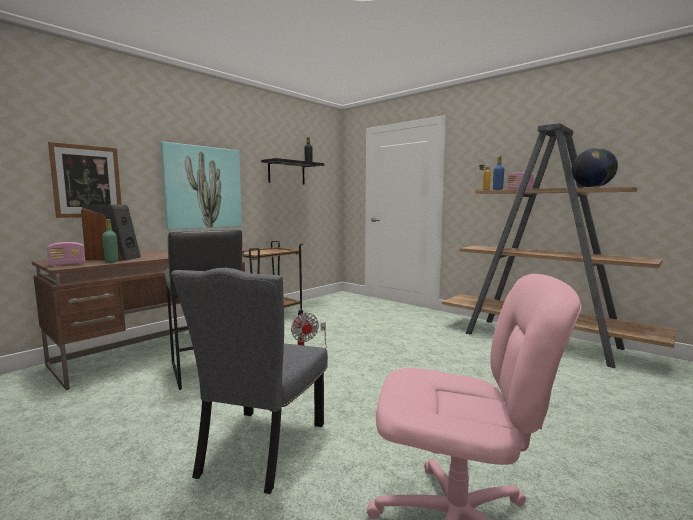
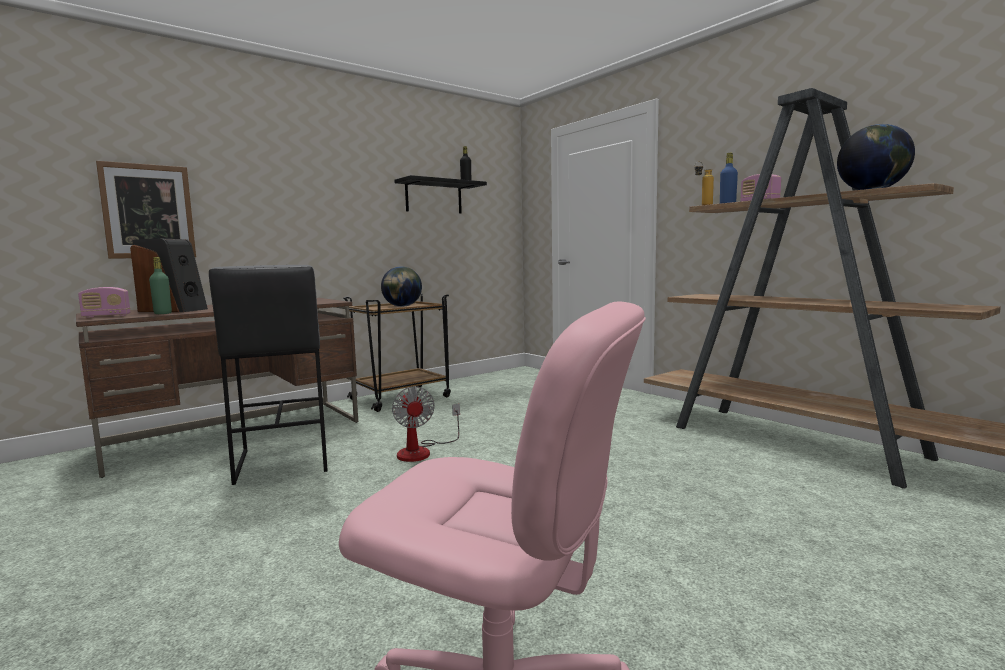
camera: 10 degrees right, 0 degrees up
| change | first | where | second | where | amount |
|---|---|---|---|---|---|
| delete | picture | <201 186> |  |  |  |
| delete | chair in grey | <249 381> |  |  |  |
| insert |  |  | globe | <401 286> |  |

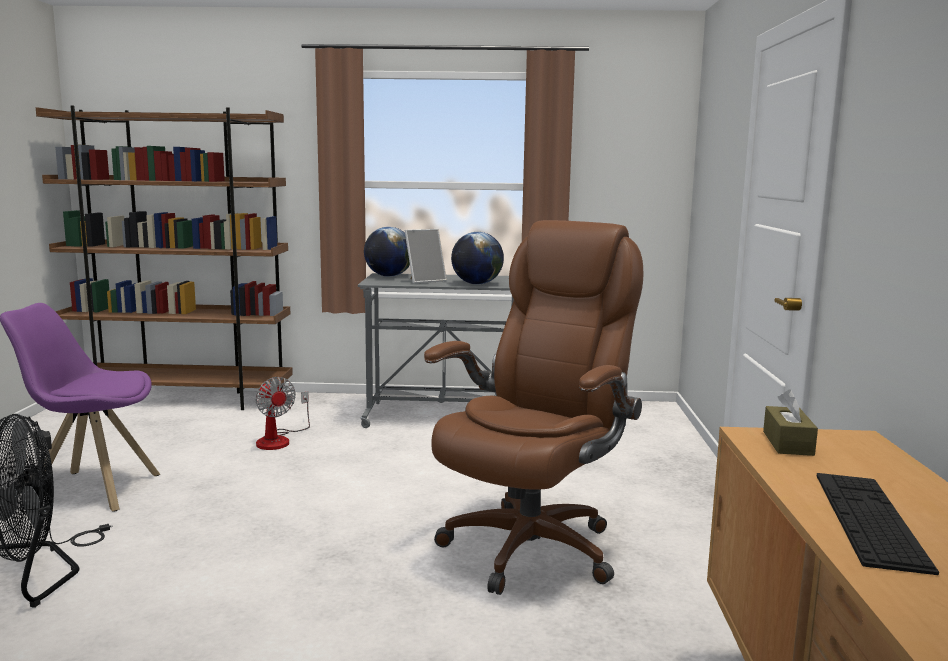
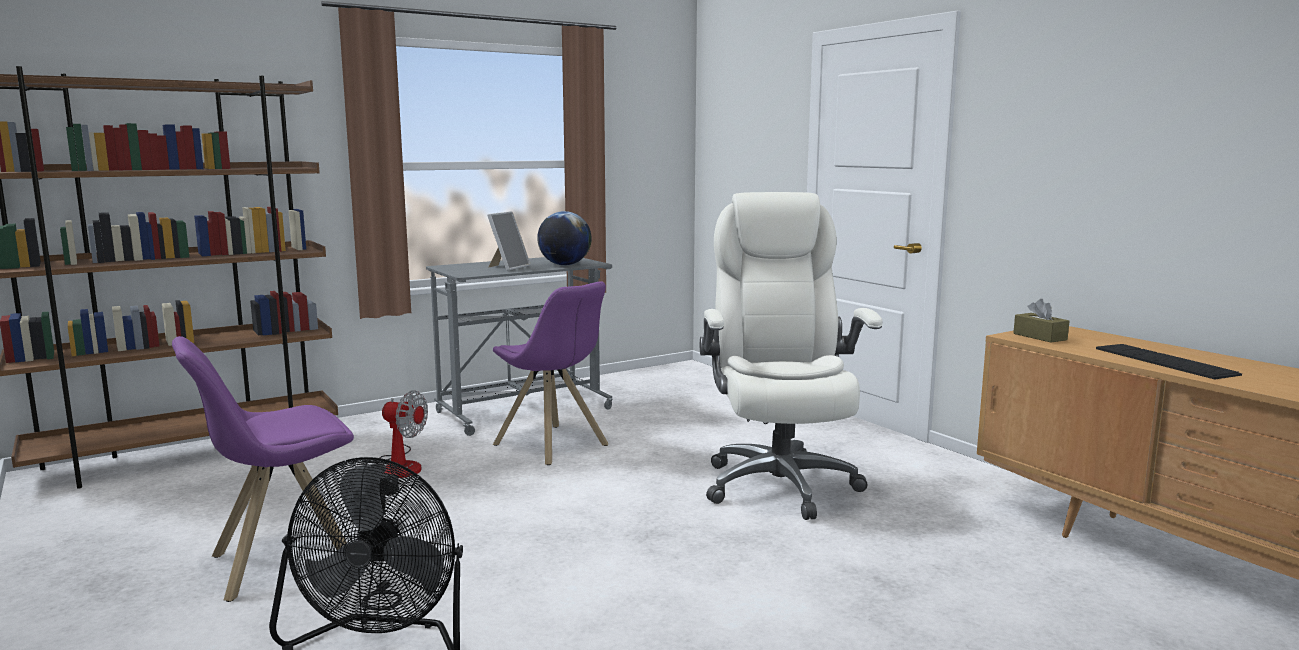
camera: 35 degrees left, 0 degrees up
| change | first | where | second | where | amount |
|---|---|---|---|---|---|
| delete | globe | <387 252> |  |  |  |
| recolor | office chair in brown | <533 407> | office chair in white | <791 356> |  |
| insert |  |  | chair in purple | <550 373> |  |

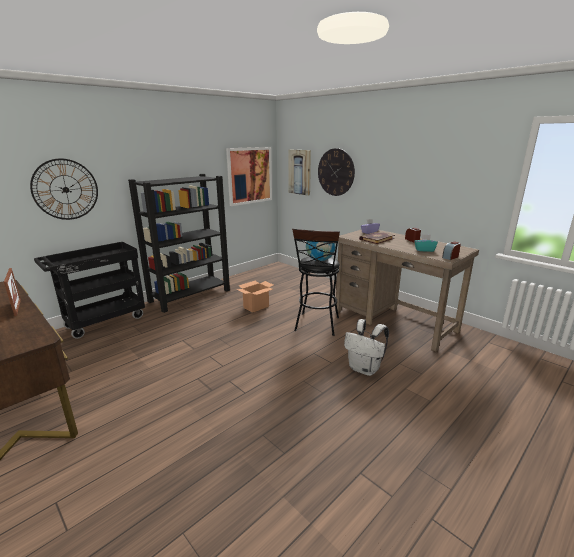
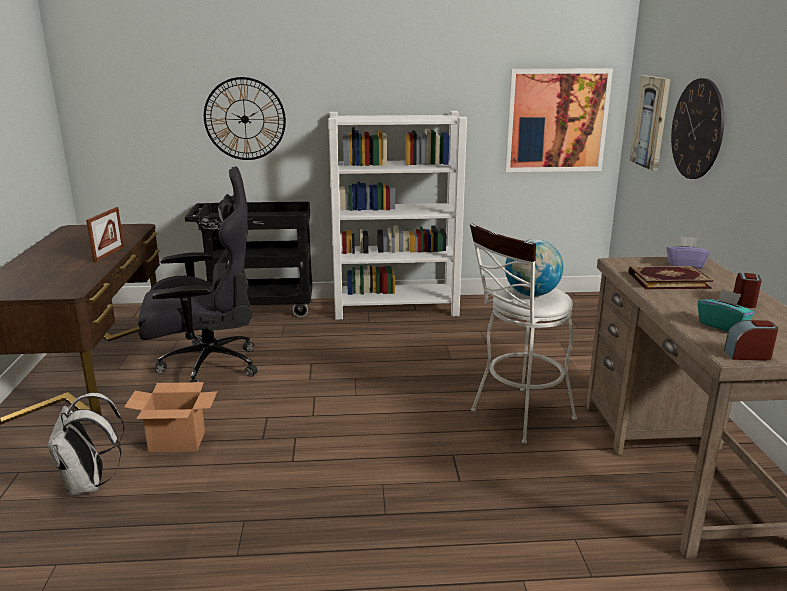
camera: 40 degrees right, 0 degrees up
| change | first | where | second | where | amount |
|---|---|---|---|---|---|
| recolor | bookcase in black | <179 243> | bookcase in white | <397 215> |  |
| move | cardboard box | <254 297> |  | <170 417> |  |
| recolor | stool in black | <316 282> | stool in white | <523 333> |  |
| move | backpack in white | <366 347> |  | <86 444> |  |
| insert |  |  | office chair in black | <198 274> |  |

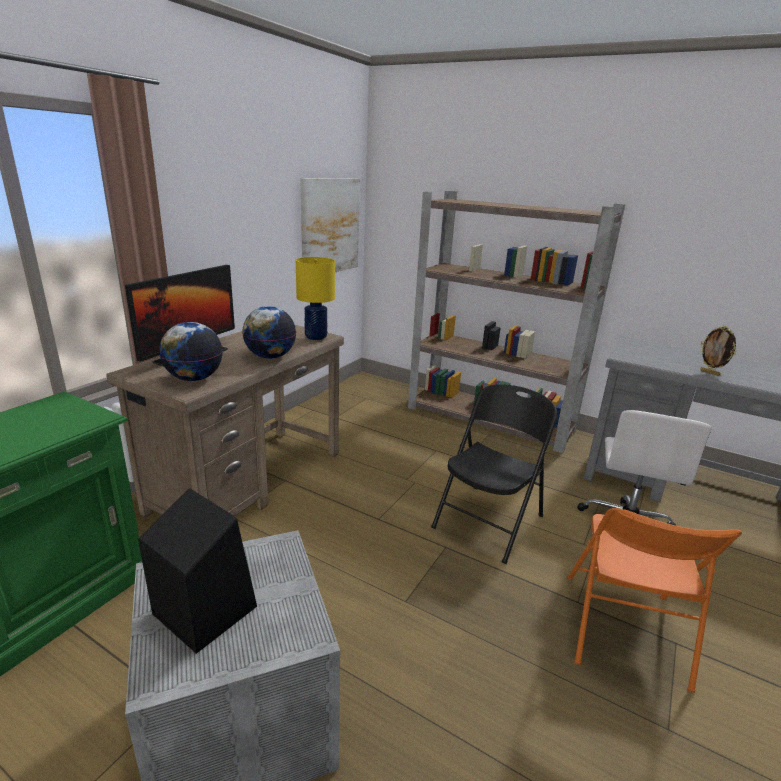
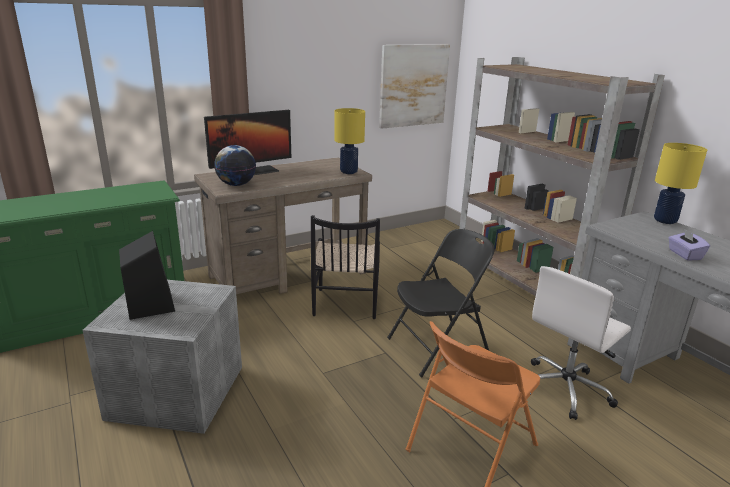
camera: 30 degrees right, 0 degrees up
| change | first | where | second | where | amount |
|---|---|---|---|---|---|
| delete | globe | <269 332> |  |  |  |
| replace | picture frame | <718 351> | tissue box in purple | <689 245> |  |
| insert |  |  | chair in black | <345 267> |  |
| insert |  |  | table lamp in yellow | <680 183> |  |

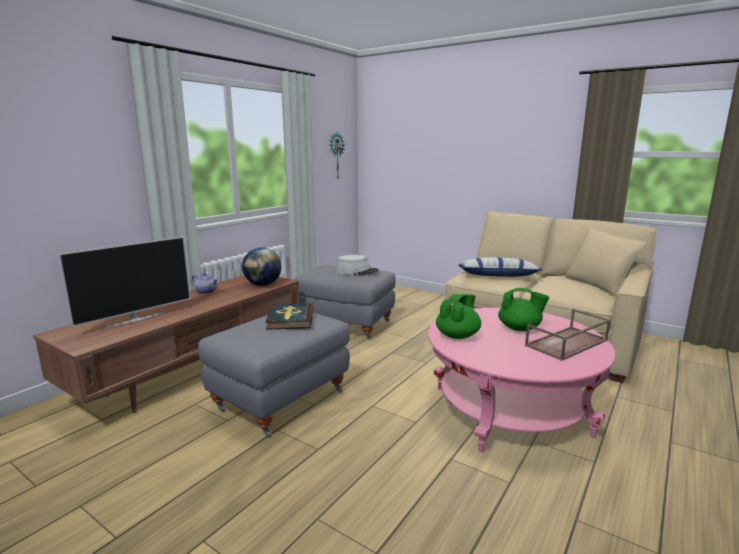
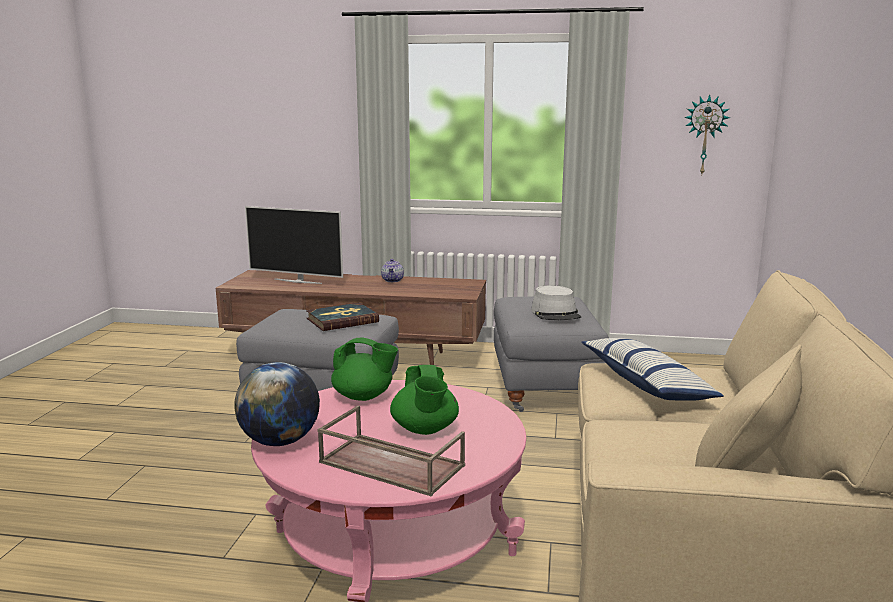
camera: 65 degrees right, 0 degrees up
| change | first | where | second | where | amount |
|---|---|---|---|---|---|
| move | globe | <262 266> |  | <277 404> |  |

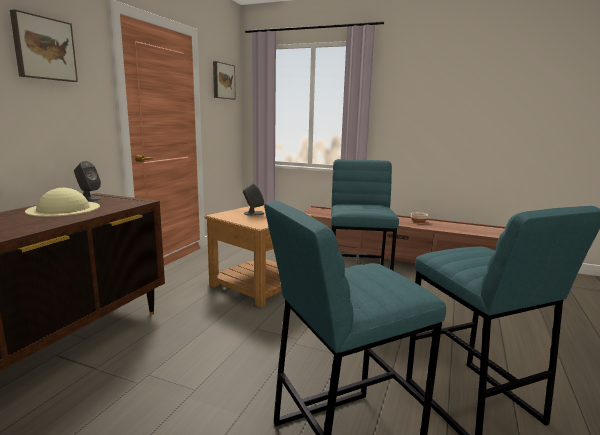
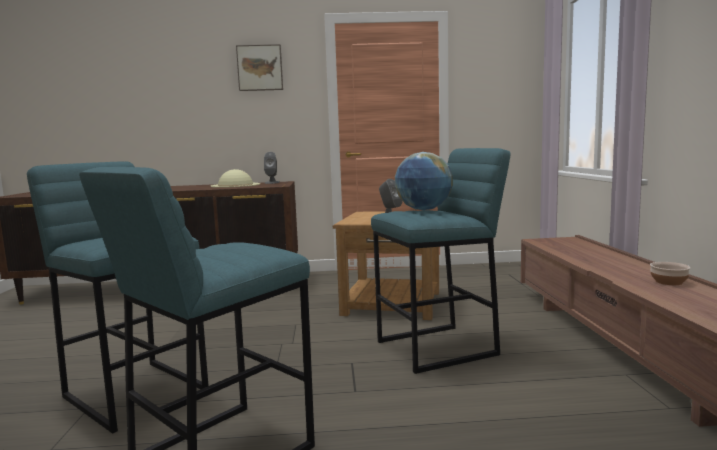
camera: 65 degrees right, 5 degrees down
| change | first | where | second | where | amount |
|---|---|---|---|---|---|
| delete | picture | <224 80> |  |  |  |
| insert |  |  | globe | <424 181> |  |

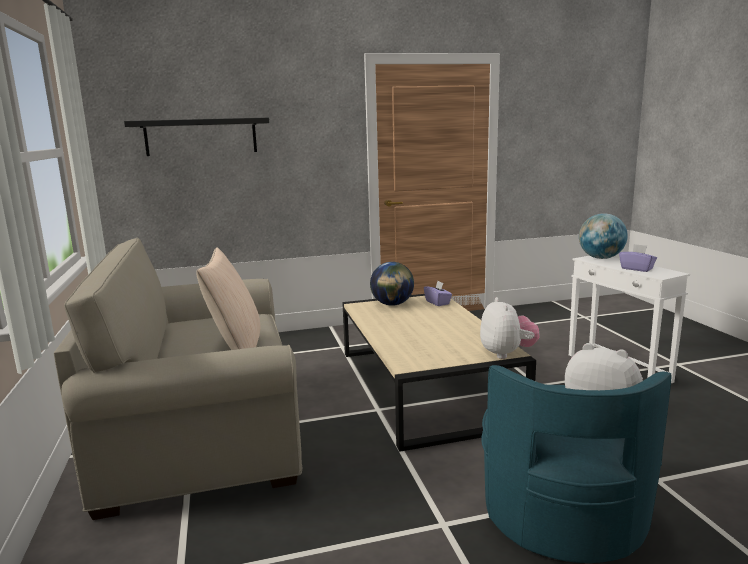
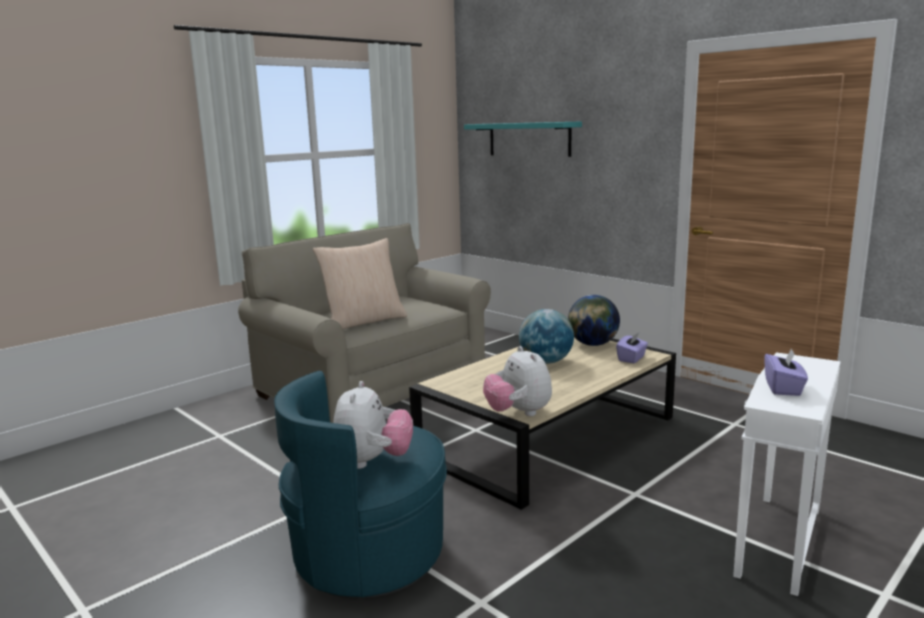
camera: 60 degrees right, 0 degrees up
| change | first | where | second | where | amount |
|---|---|---|---|---|---|
| recolor | shelf in black | <196 137> | shelf in turquoise | <523 139> |  |
| rotate | plush toy | <509 328> |  | <517 381> | 105 degrees clockwise |
| move | globe | <603 236> |  | <546 336> |  |

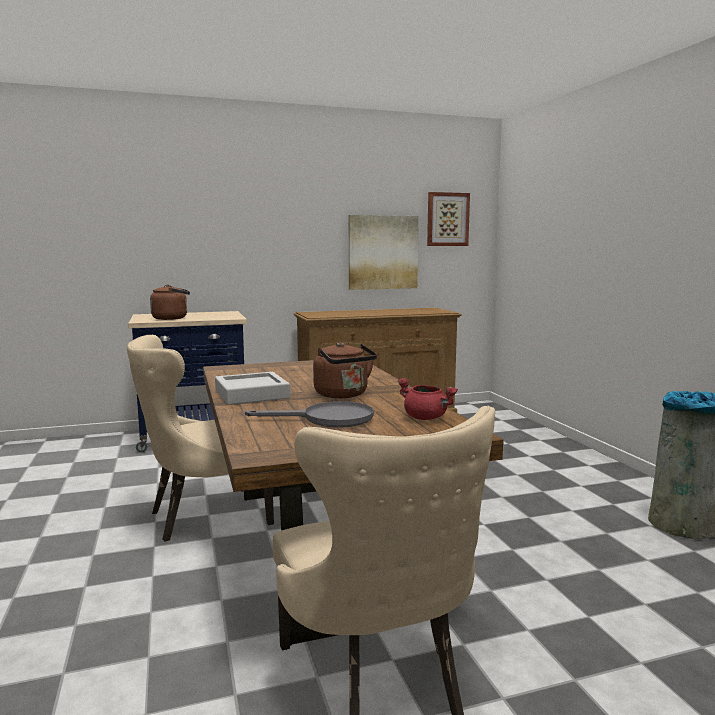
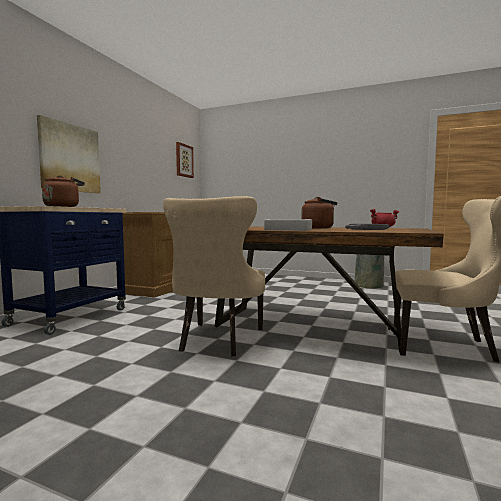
camera: 50 degrees left, 5 degrees down
| change | first | where | second | where | amount |
|---|---|---|---|---|---|
| move | picture | <384 252> |  | <69 154> |  |

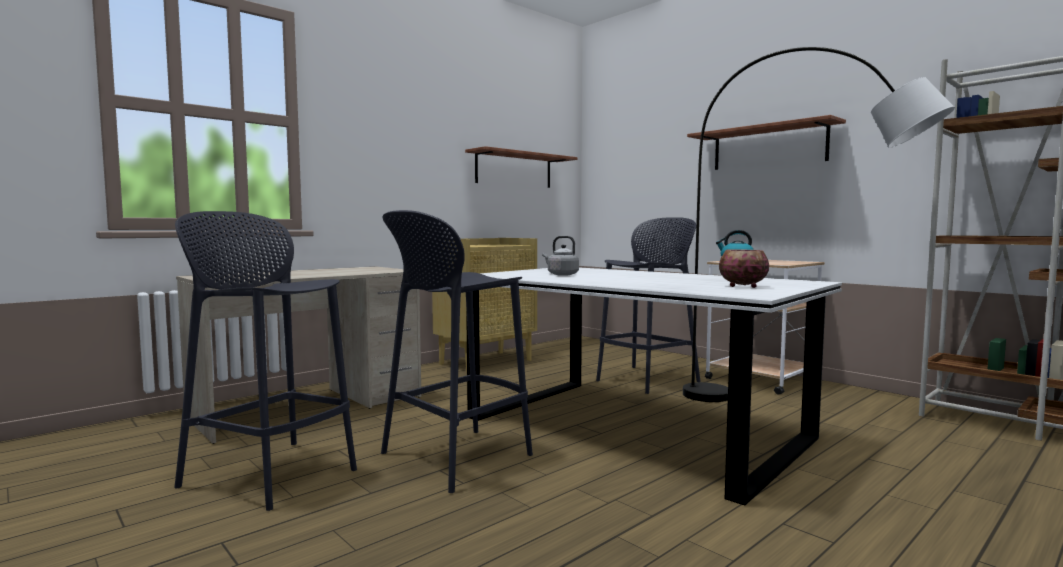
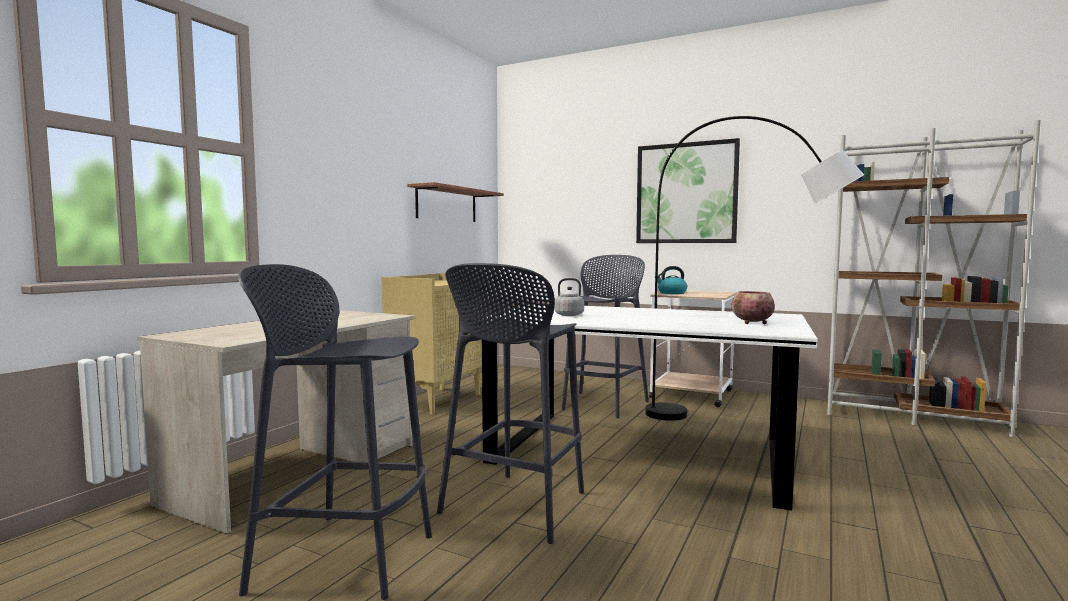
camera: 20 degrees left, 0 degrees up
| change | first | where | second | where | amount |
|---|---|---|---|---|---|
| replace | shelf | <766 142> | picture | <688 190> |  |

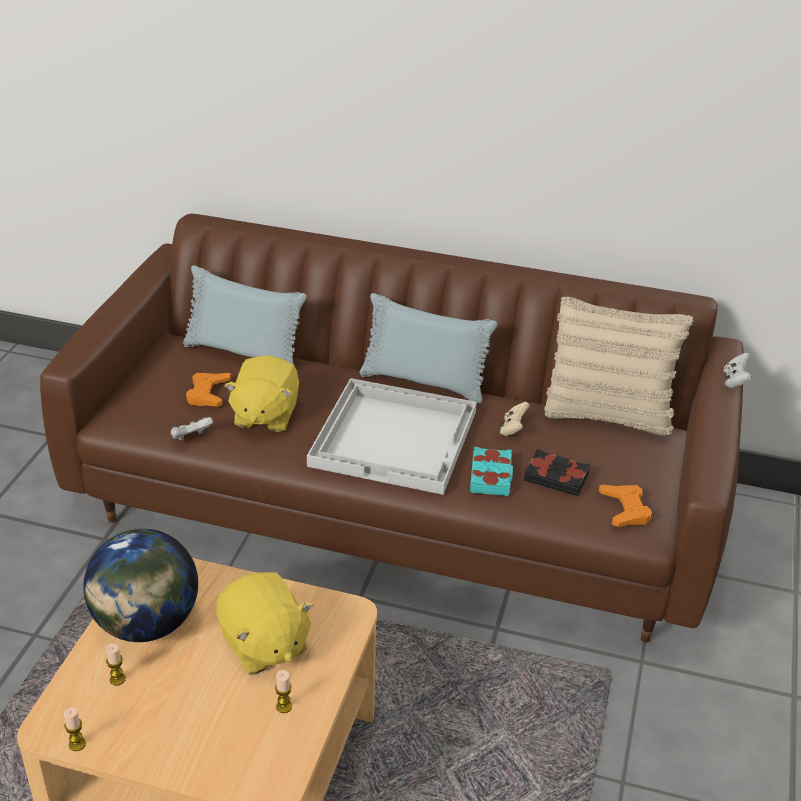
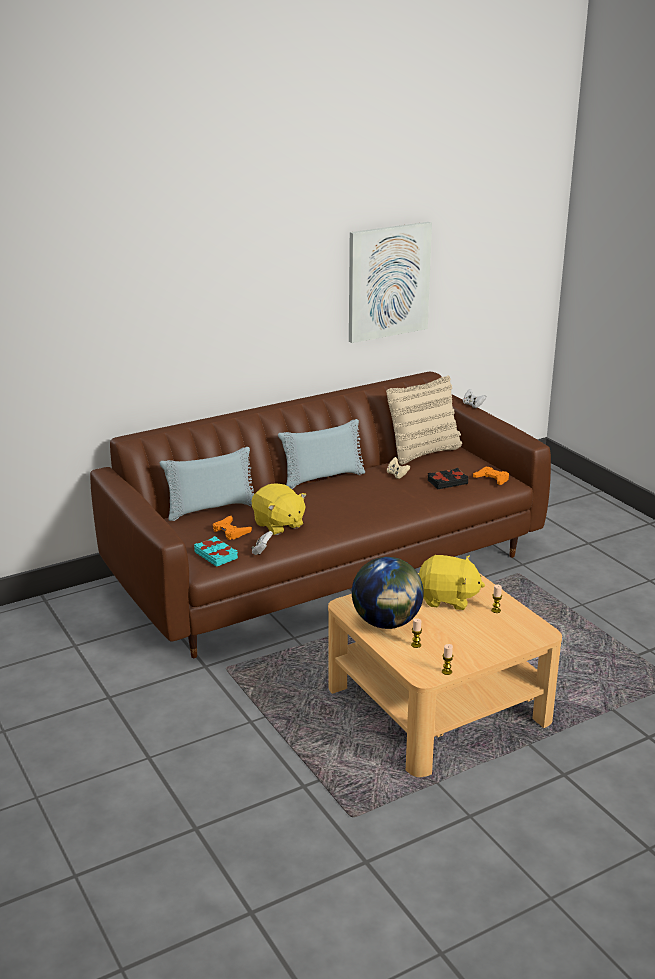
camera: 45 degrees left, 10 degrees down
| change | first | where | second | where | amount |
|---|---|---|---|---|---|
| delete | tray in white | <392 436> |  |  |  |
| move | book in turquoise | <491 471> |  | <216 551> |  |
| insert |  |  | picture | <390 282> |  |

